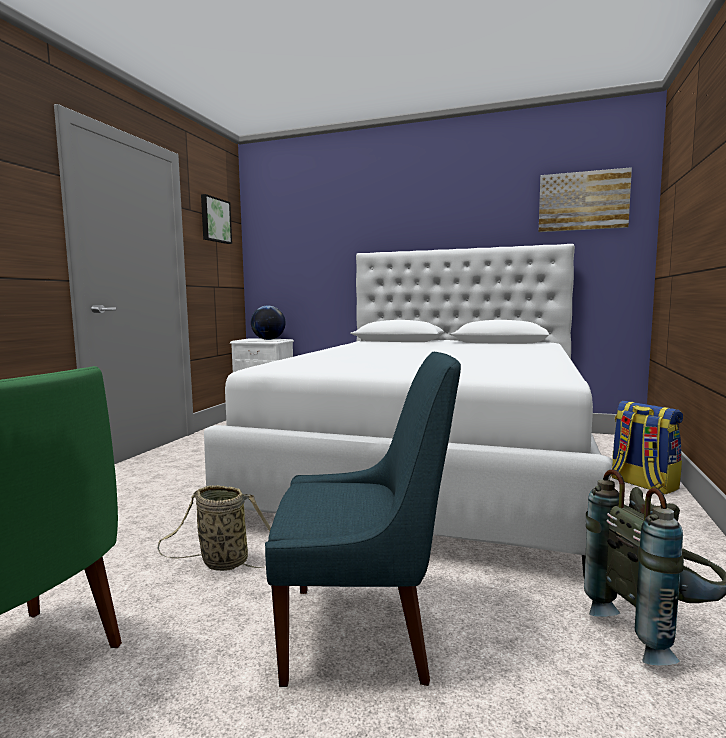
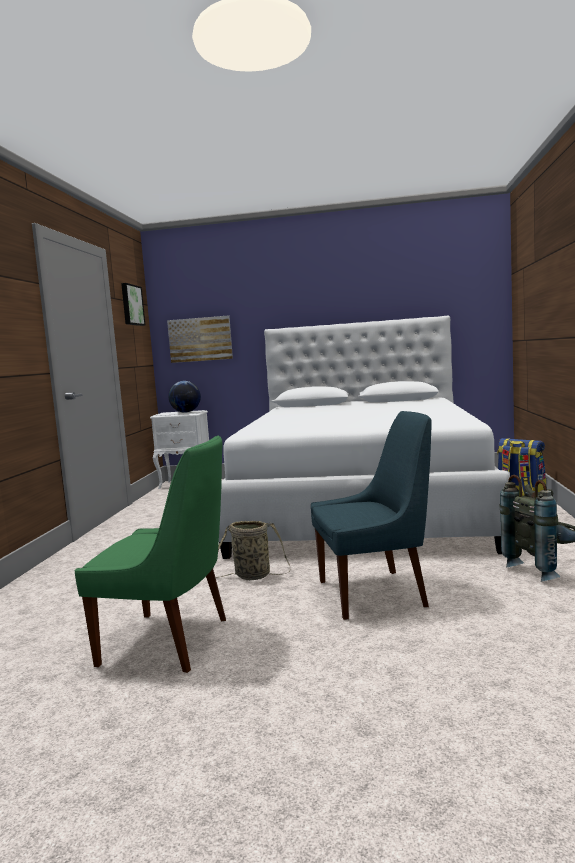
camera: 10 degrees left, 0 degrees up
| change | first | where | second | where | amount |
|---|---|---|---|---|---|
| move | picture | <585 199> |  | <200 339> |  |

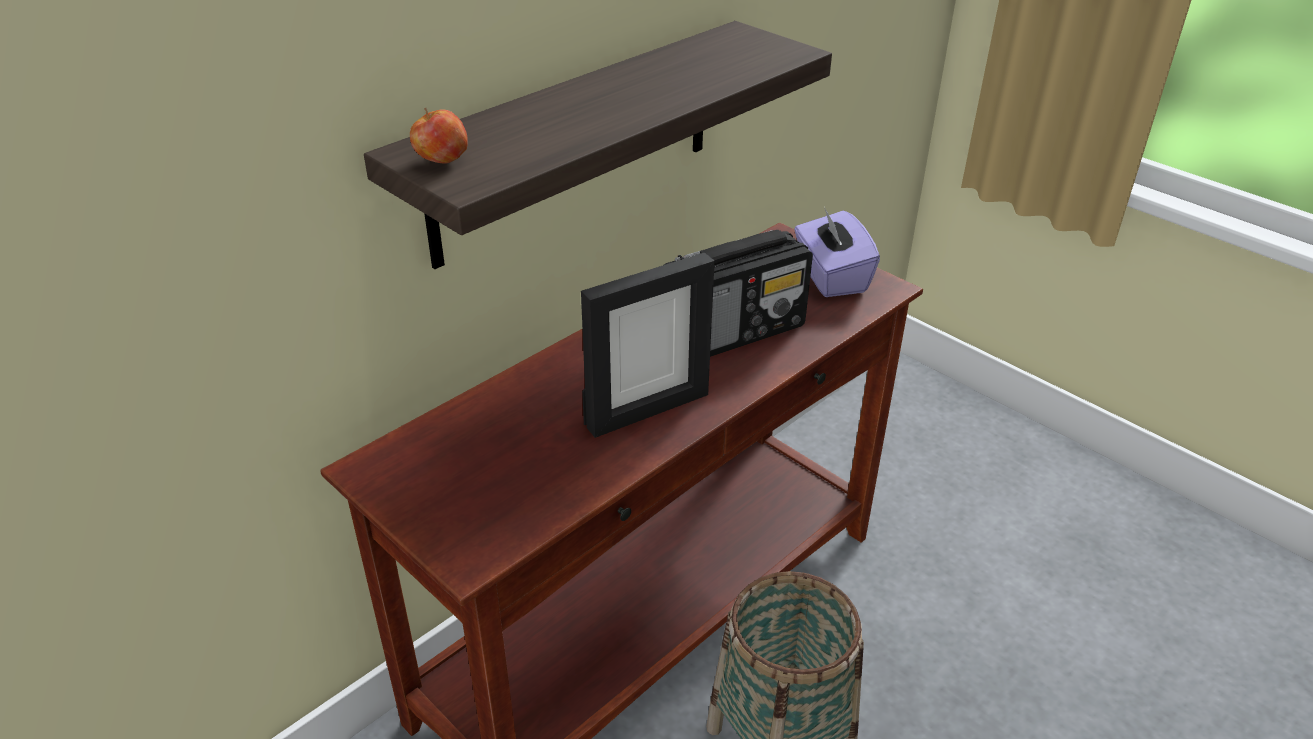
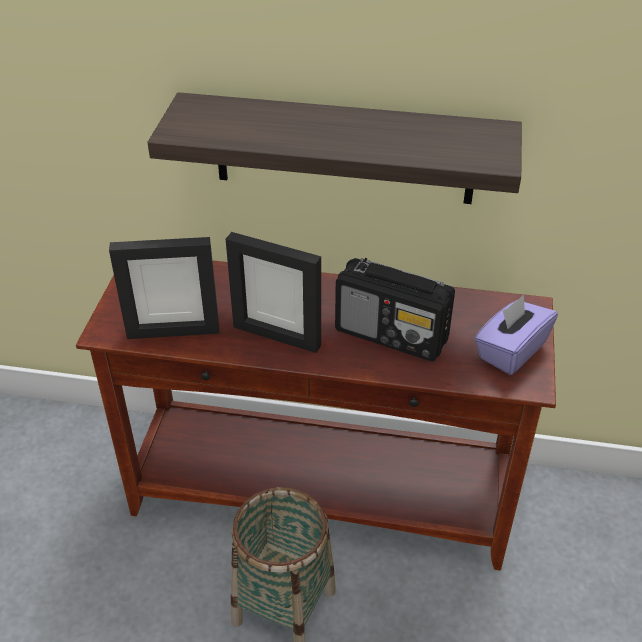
camera: 55 degrees right, 5 degrees up
| change | first | where | second | where | amount |
|---|---|---|---|---|---|
| delete | apple | <439 136> |  |  |  |
| insert |  |  | picture frame | <164 288> |  |

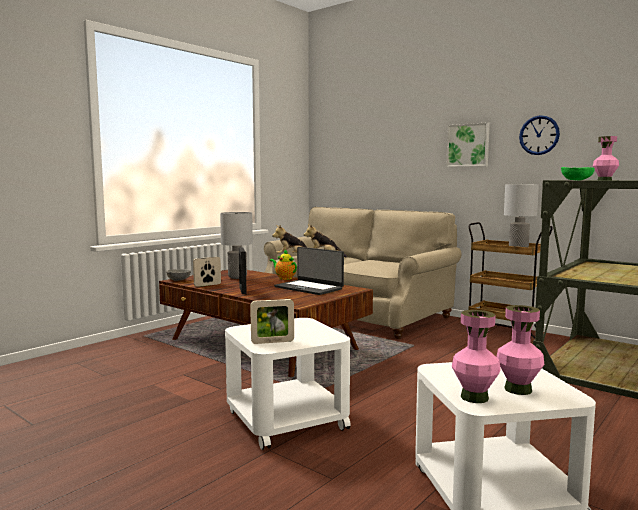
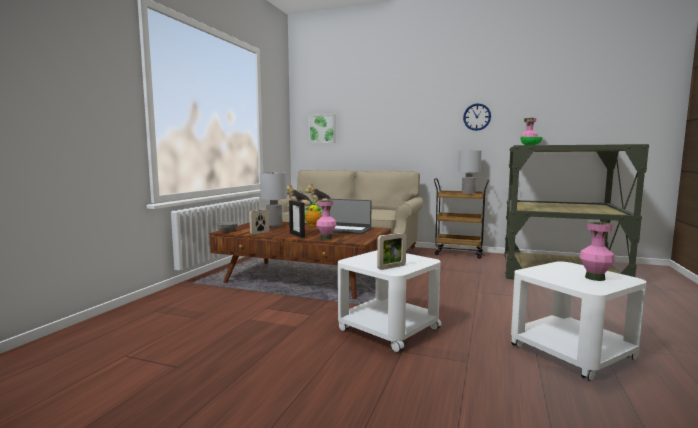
camera: 20 degrees left, 0 degrees up
| change | first | where | second | where | amount |
|---|---|---|---|---|---|
| move | picture | <468 144> |  | <322 128> |  |
| move | vase in pink | <476 356> |  | <326 219> |  |

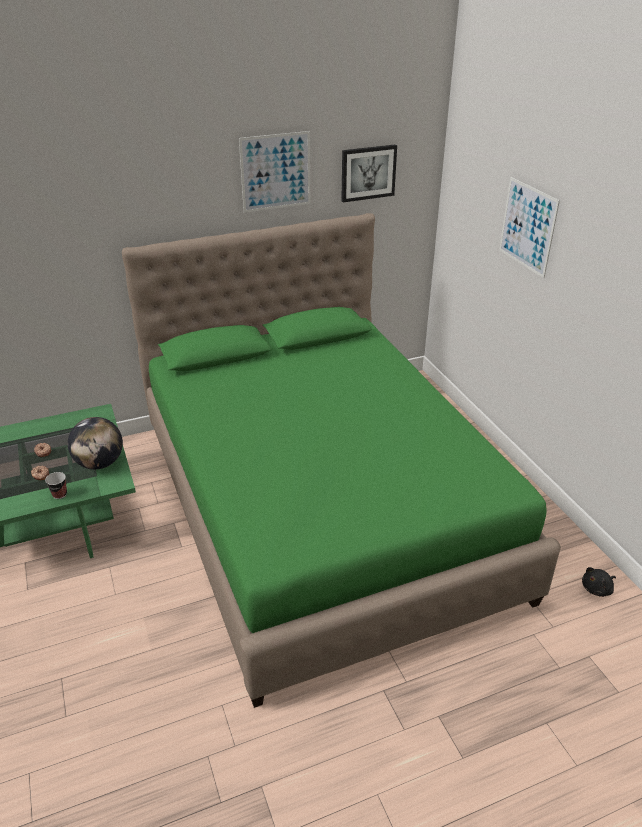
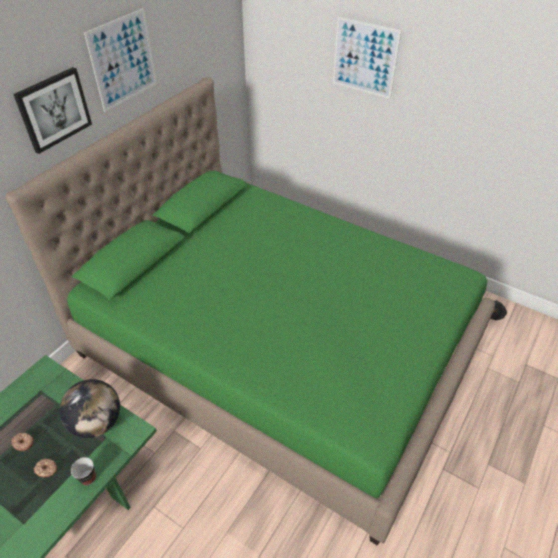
camera: 35 degrees left, 10 degrees up
| change | first | where | second | where | amount |
|---|---|---|---|---|---|
| move | picture | <369 173> |  | <52 110> |  |

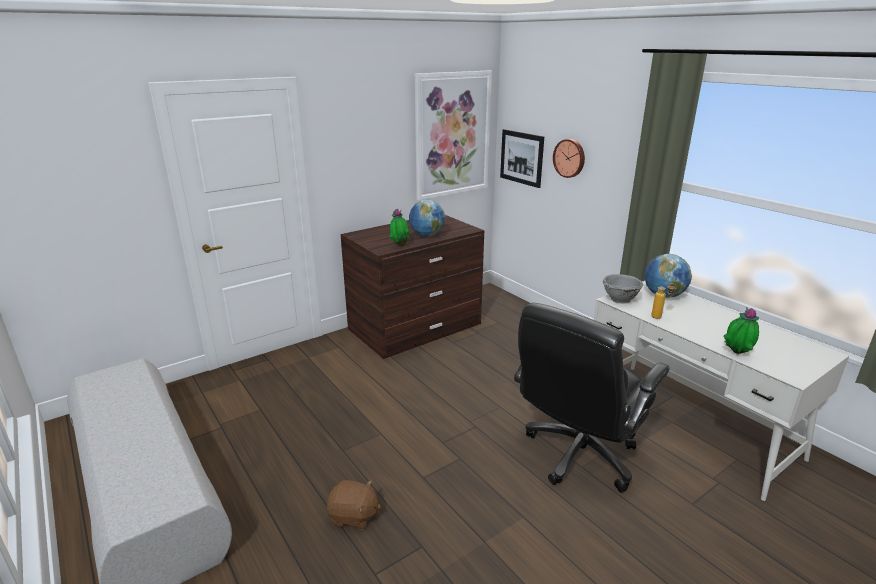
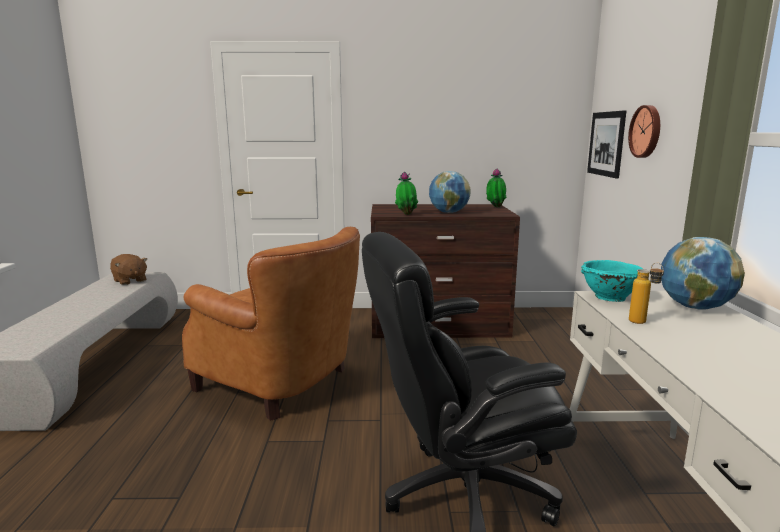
camera: 35 degrees right, 10 degrees down
| change | first | where | second | where | amount |
|---|---|---|---|---|---|
| move | plush toy in brown | <354 505> |  | <128 269> |  |
| delete | picture | <453 135> |  |  |  |
| recolor | bowl in grey | <623 289> | bowl in turquoise | <612 281> |  |
| move | potted plant | <741 330> |  | <496 188> |  |
| insert |  |  | armchair in brown | <271 324> |  |

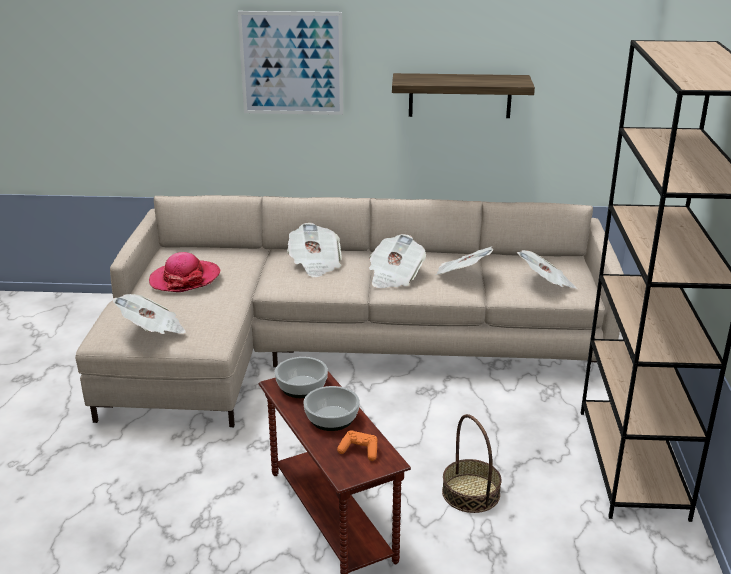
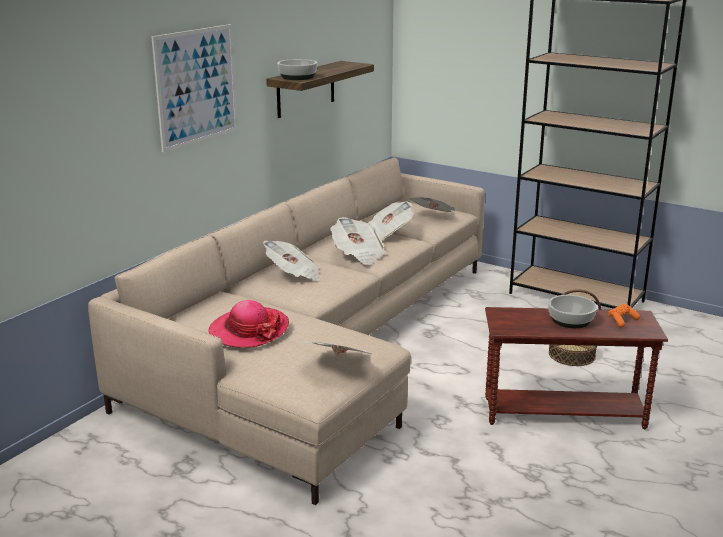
camera: 60 degrees left, 5 degrees down
| change | first | where | second | where | amount |
|---|---|---|---|---|---|
| move | bowl | <301 377> |  | <297 69> |  |

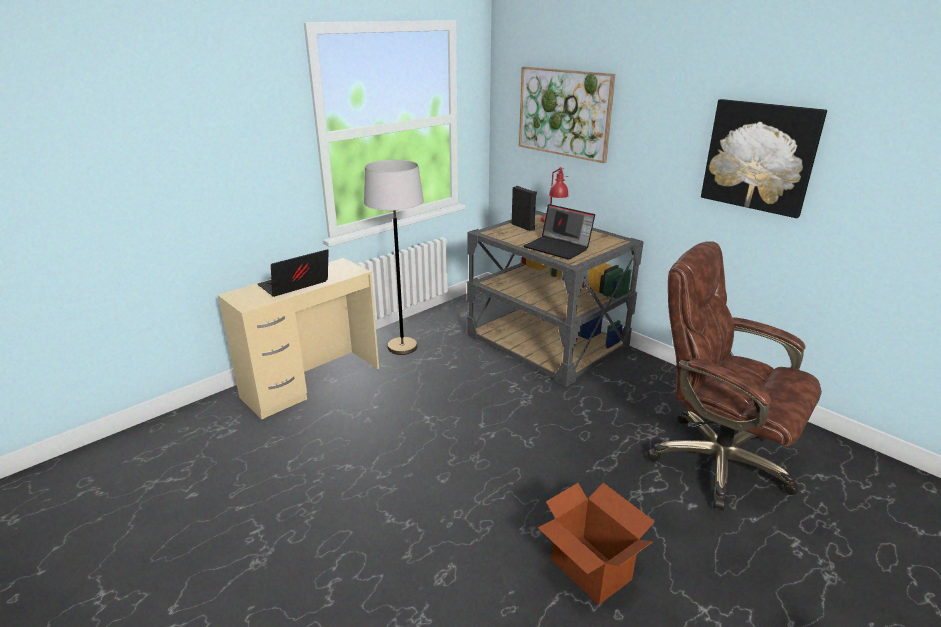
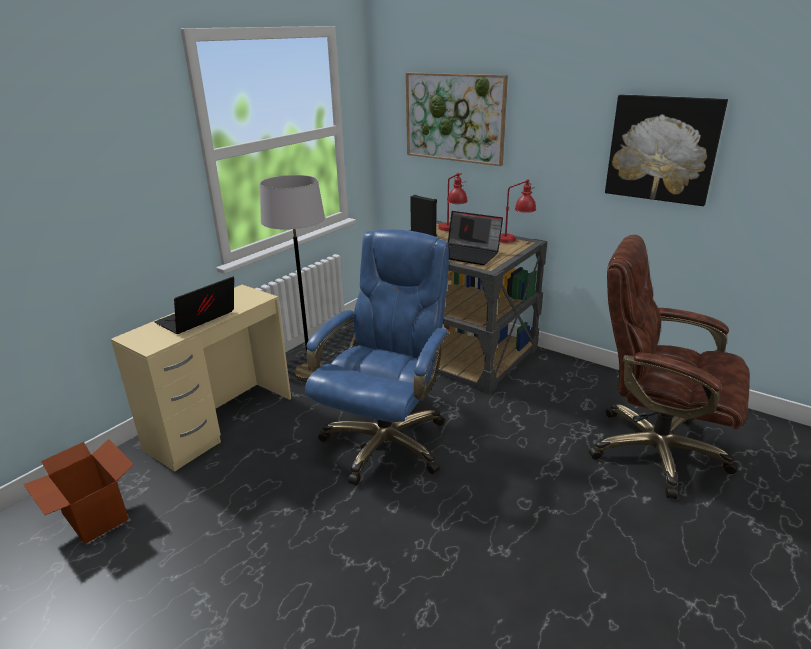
camera: 10 degrees left, 0 degrees up
| change | first | where | second | where | amount |
|---|---|---|---|---|---|
| move | cardboard box | <596 544> |  | <78 491> |  |
| insert |  |  | office chair in blue | <377 357> |  |
| insert |  |  | table lamp in red | <518 211> |  |

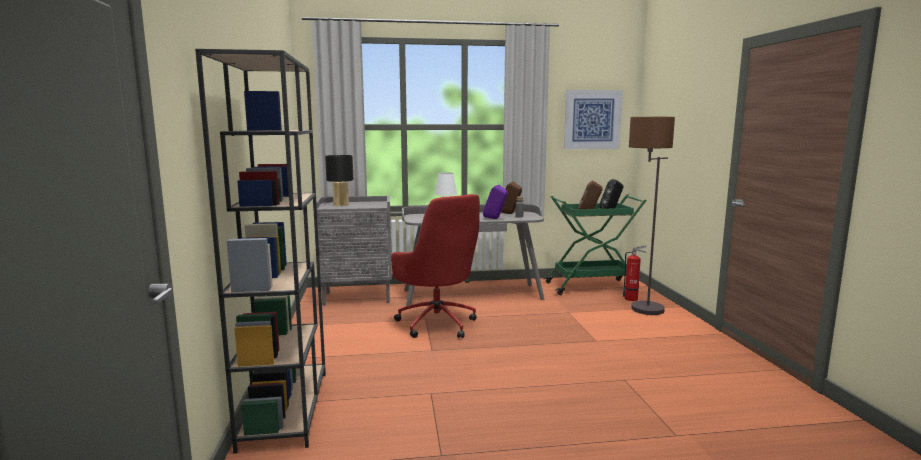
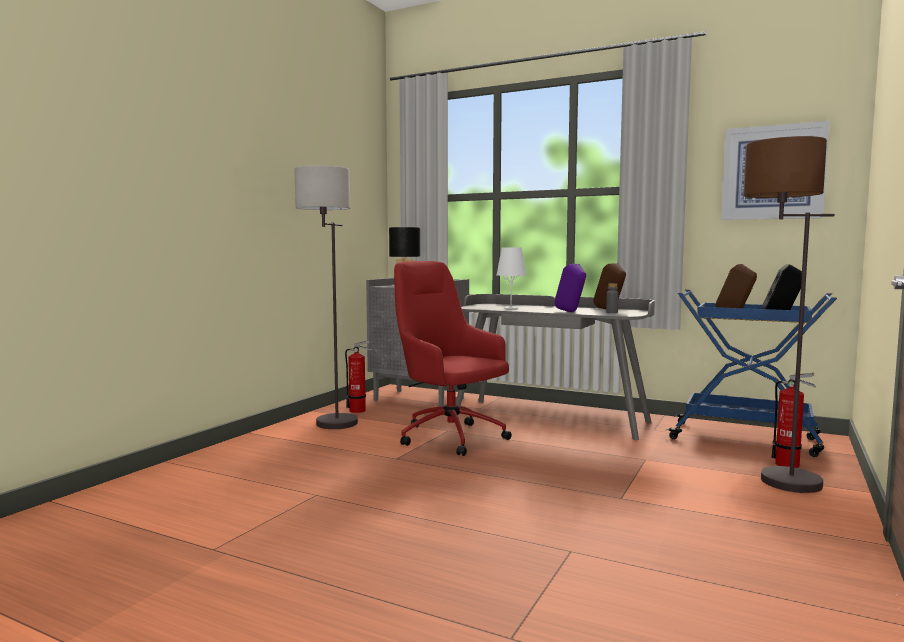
camera: 35 degrees right, 5 degrees down
| change | first | where | second | where | amount |
|---|---|---|---|---|---|
| delete | bookcase | <260 251> |  |  |  |
| rotate | office chair in red | <435 266> |  | <453 358> | 135 degrees clockwise |
| recolor | cart in green | <595 244> | cart in blue | <751 373> |  |
| insert |  |  | floor lamp in grey | <326 297> |  |
| insert |  |  | fire extinguisher | <358 376> |  |

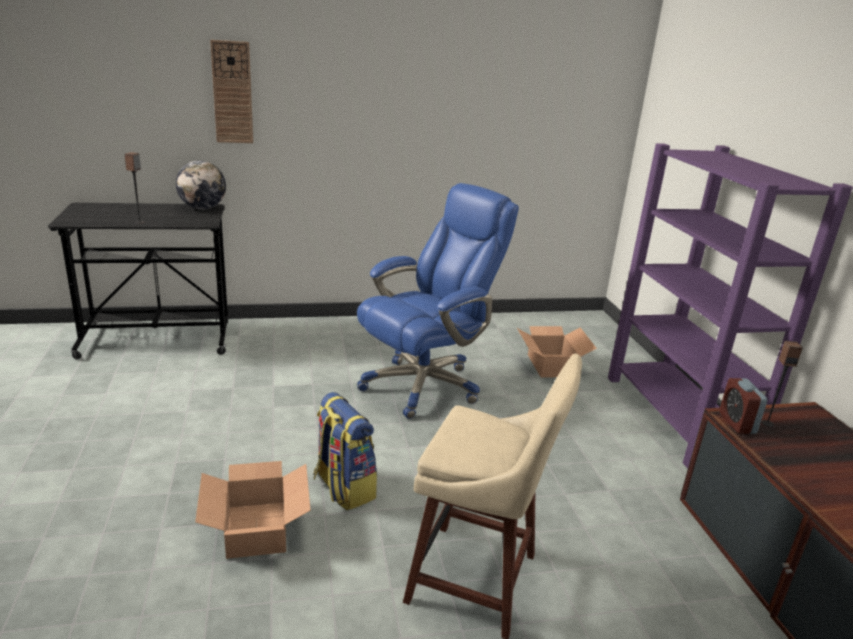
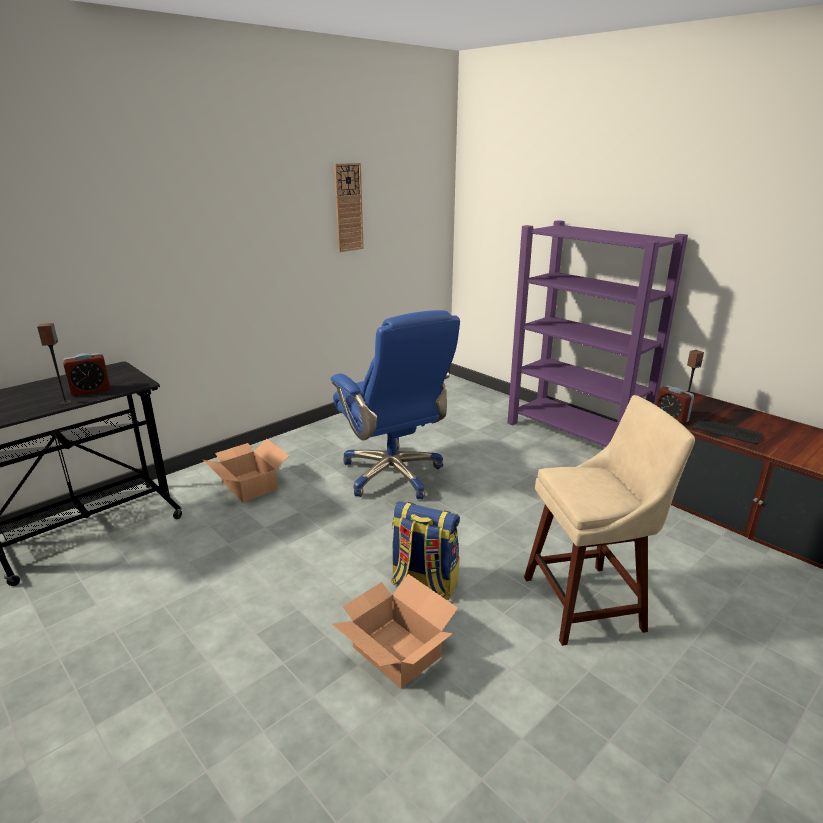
camera: 30 degrees left, 0 degrees up
| change | first | where | second | where | amount |
|---|---|---|---|---|---|
| delete | globe | <201 185> |  |  |  |
| move | wall clock | <231 91> |  | <349 207> |  |
| rotate | office chair in blue | <438 301> |  | <395 405> | 135 degrees clockwise |
| move | cardboard box | <557 351> |  | <246 470> |  |
| insert |  |  | alarm clock | <87 374> |  |
| insert |  |  | keyboard | <728 430> |  |

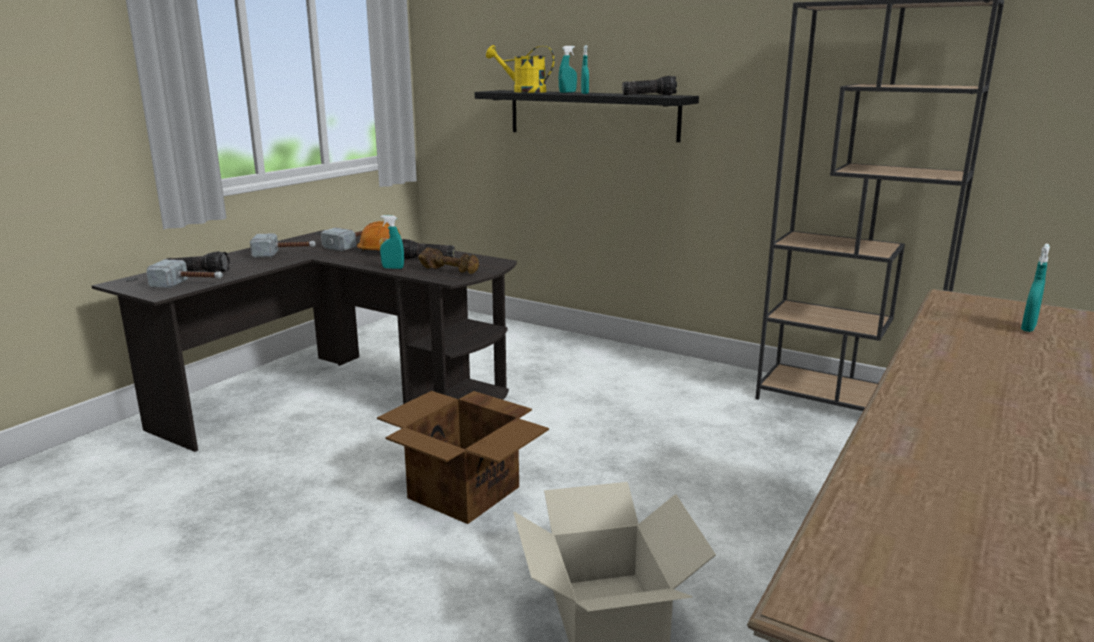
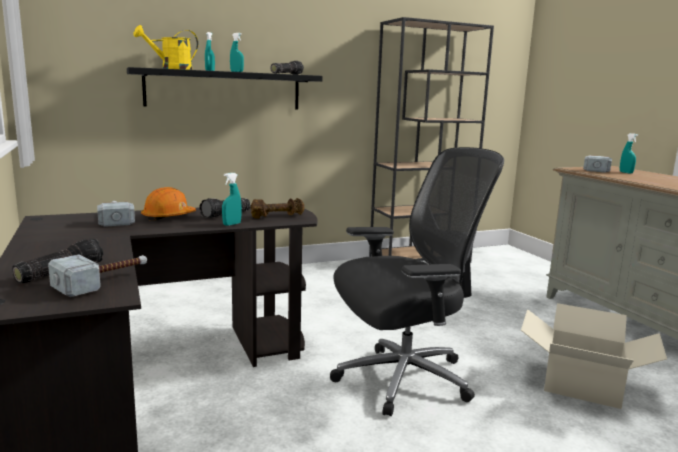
camera: 55 degrees left, 5 degrees down
| change | first | where | second | where | amount |
|---|---|---|---|---|---|
| move | hammer | <283 245> |  | <597 164> |  |
| replace | cardboard box | <463 457> | office chair | <417 281> |  |

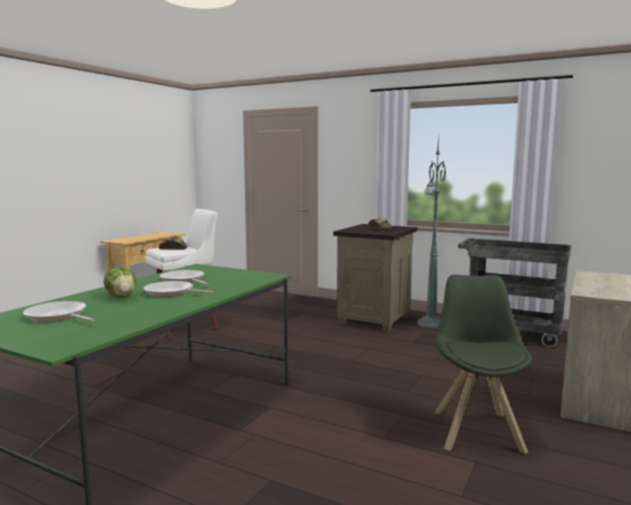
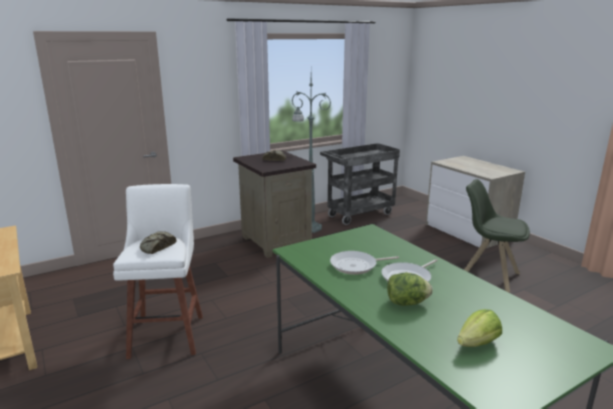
camera: 60 degrees left, 10 degrees up
| change | first | where | second | where | amount |
|---|---|---|---|---|---|
| replace | frying pan | <59 311> | lettuce | <479 328> |  |

